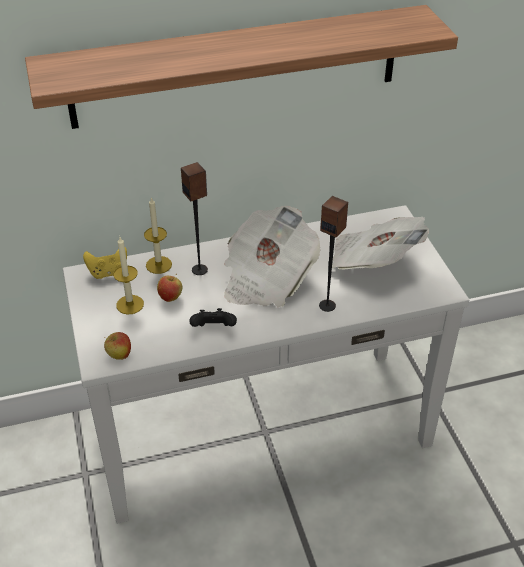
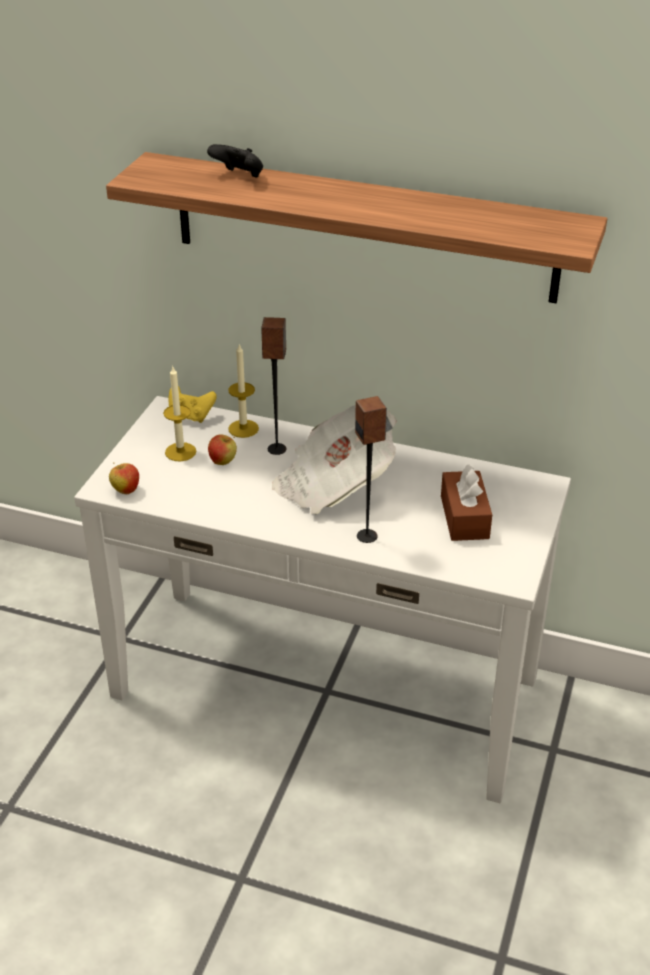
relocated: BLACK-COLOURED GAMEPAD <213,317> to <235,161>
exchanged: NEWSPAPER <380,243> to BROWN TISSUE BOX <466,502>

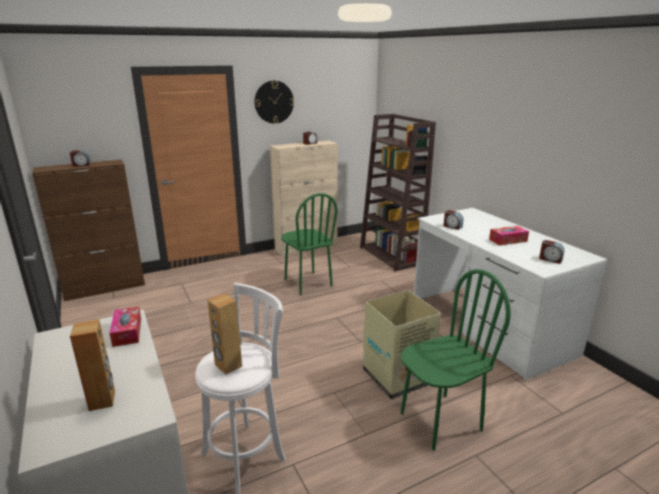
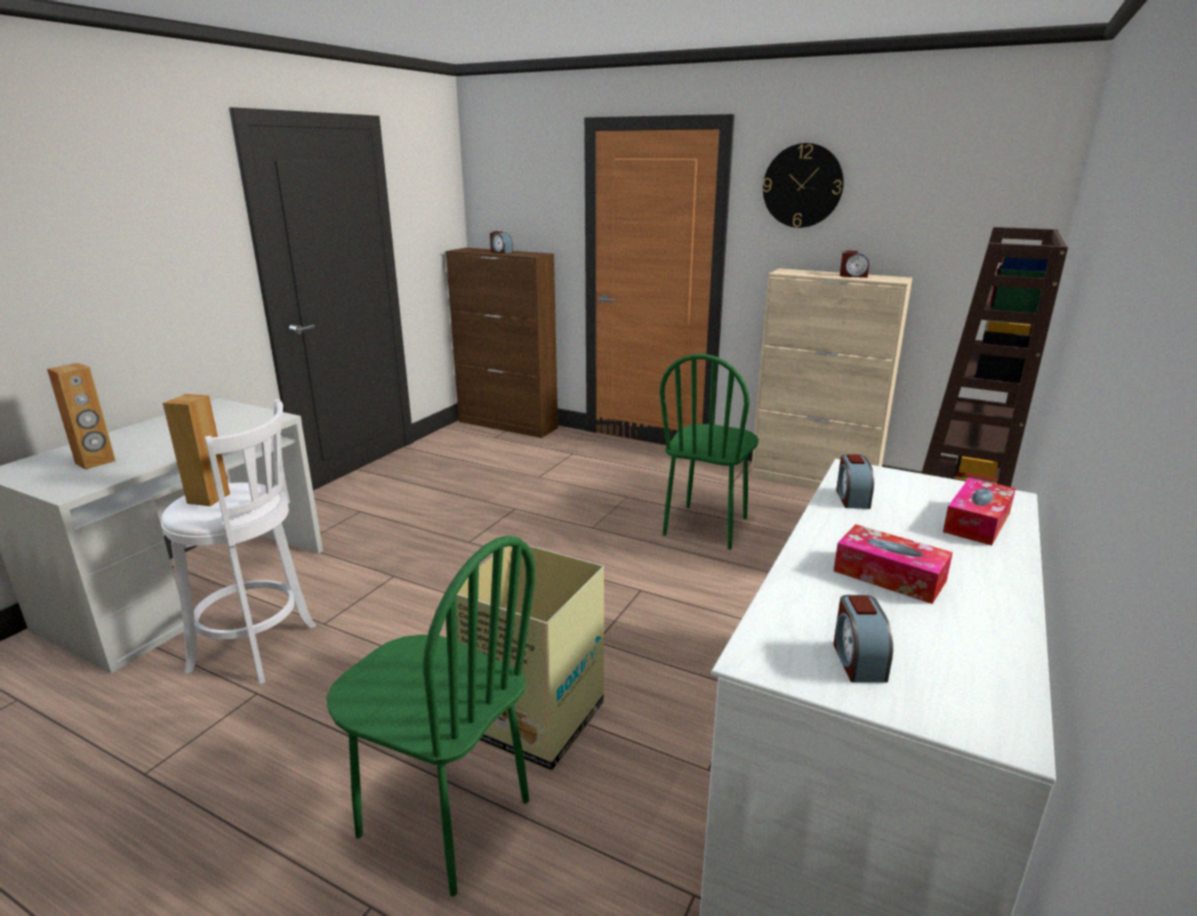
relocated: TISSUE BOX <125,327> to <979,512>

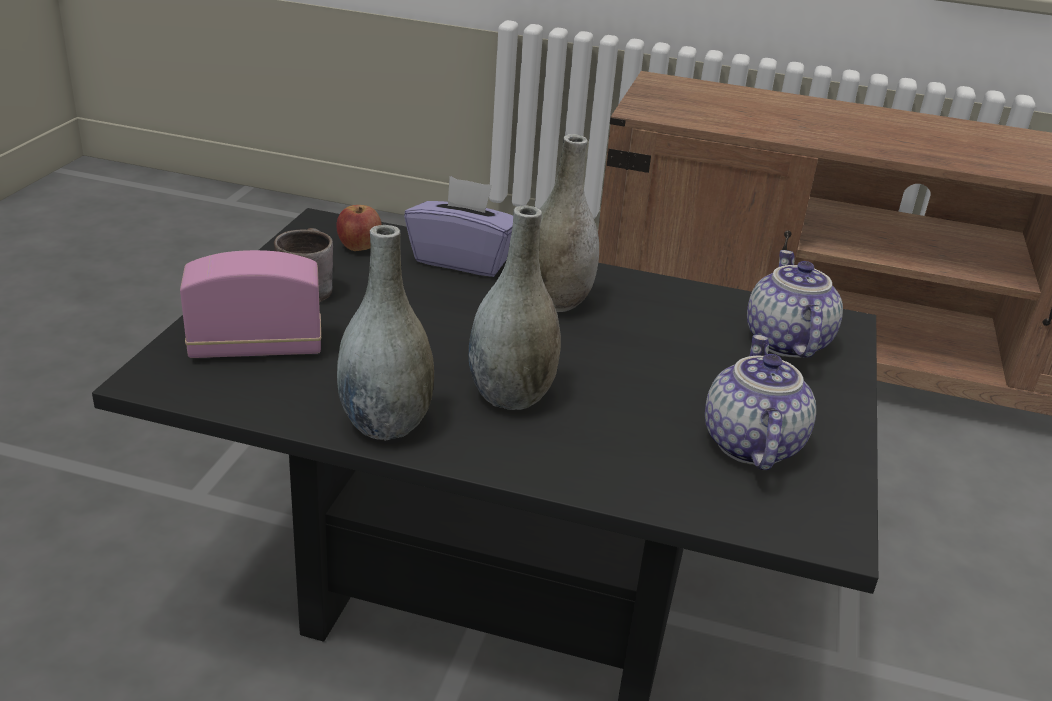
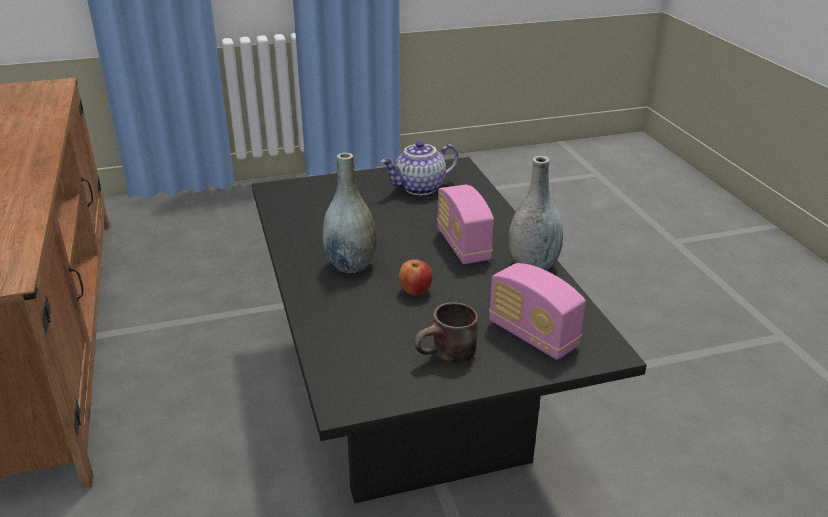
missing: PURPLE-COLOURED TISSUE BOX <458,226>; POT FOR TEA <795,304>
relocated: APPLE FRUIT <359,228> to <415,277>
exchanged: GREYISH DECORATIVE VASE <515,307> to RADIO <465,224>

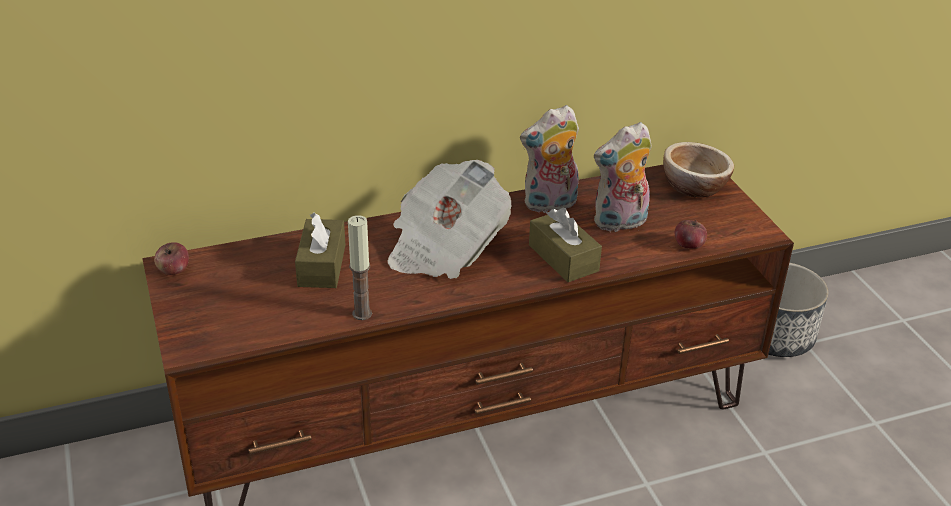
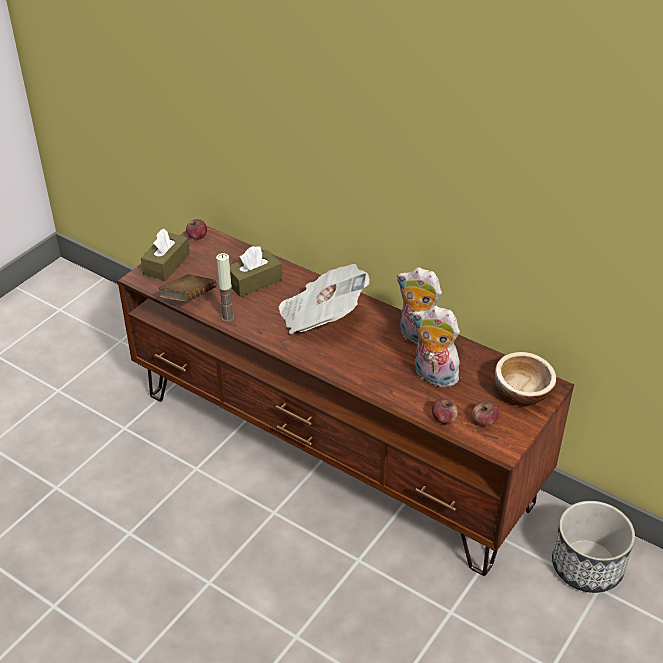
appeared: BROWN VOLUME <187,287>; APPLE FRUIT <485,413>
relocated: BROWN TISSUE BOX <565,245> to <165,255>

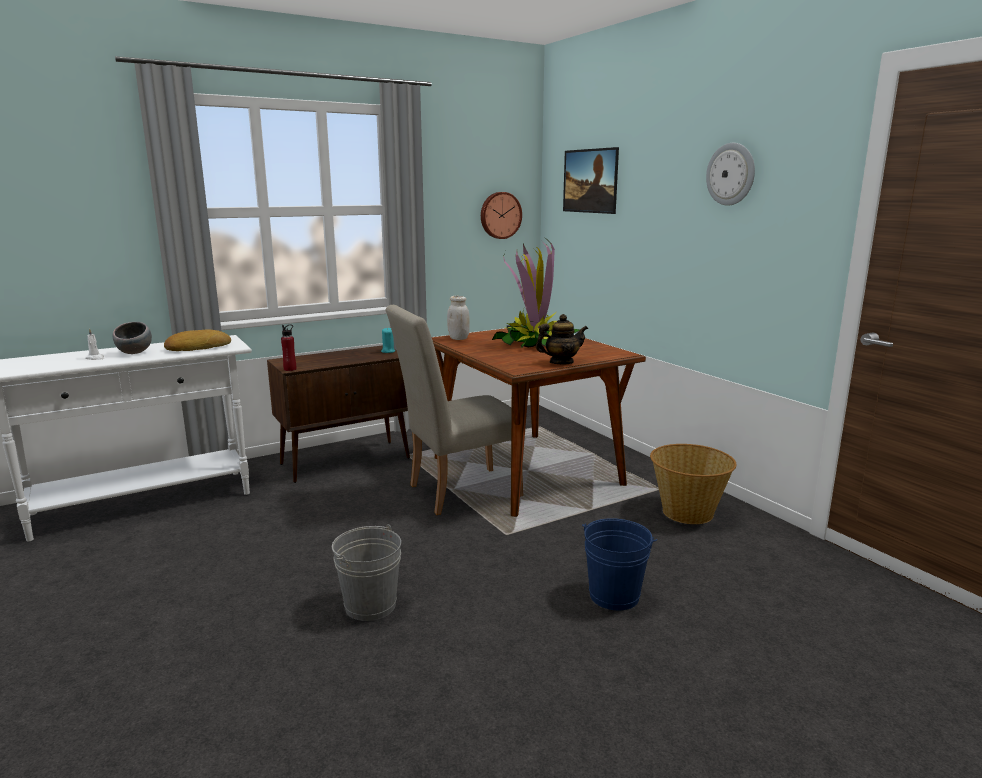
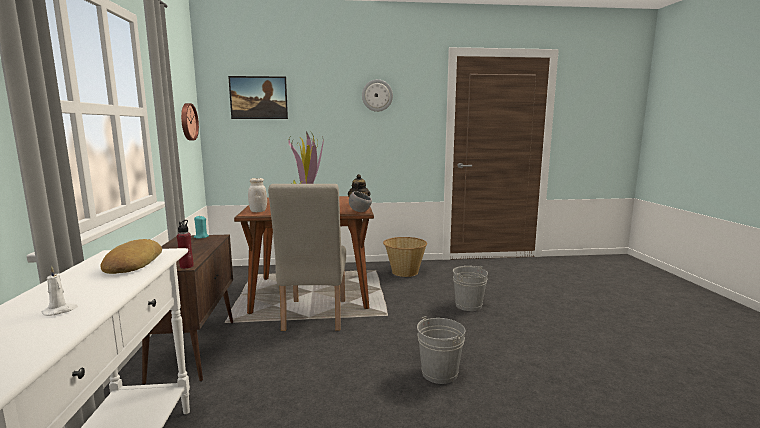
relocated: GREYISH BOWL <132,338> to <360,201>
colour: BLUISH PAIL <619,564> to GREYISH PAIL <470,288>

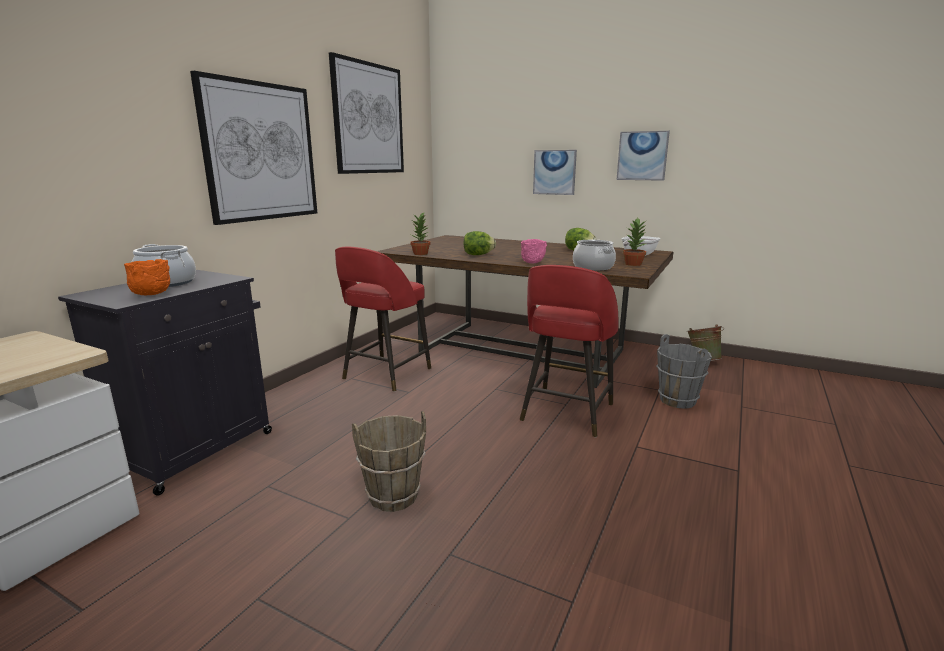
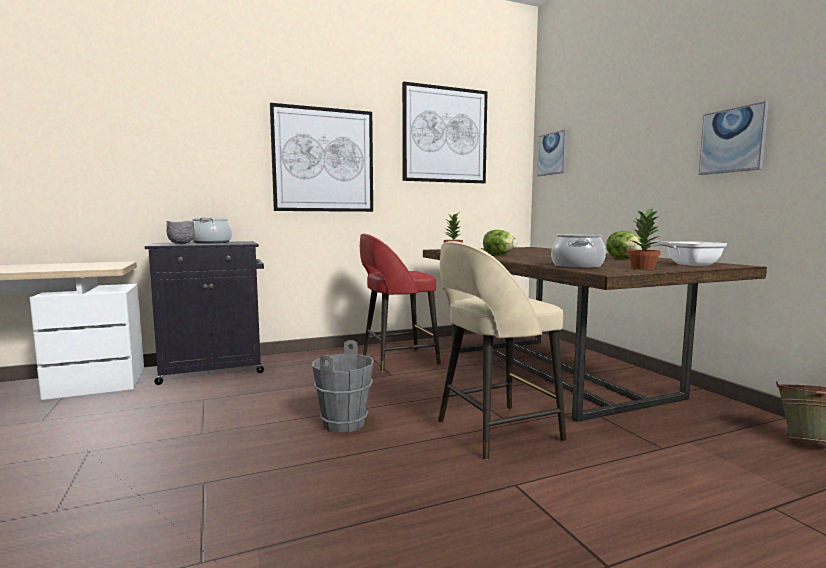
missing: BROWN PAIL <389,461>; PINK-COLOURED BOWL <534,251>
relocated: PICTURE <555,172> to <552,152>; GREYISH PAIL <684,371> to <343,386>
colour: ORANGE-COLOURED BOWL <147,277> to GREYISH BOWL <180,232>; RED STOOL SEAT <569,351> to SAND-COLOURED STOOL SEAT <502,350>

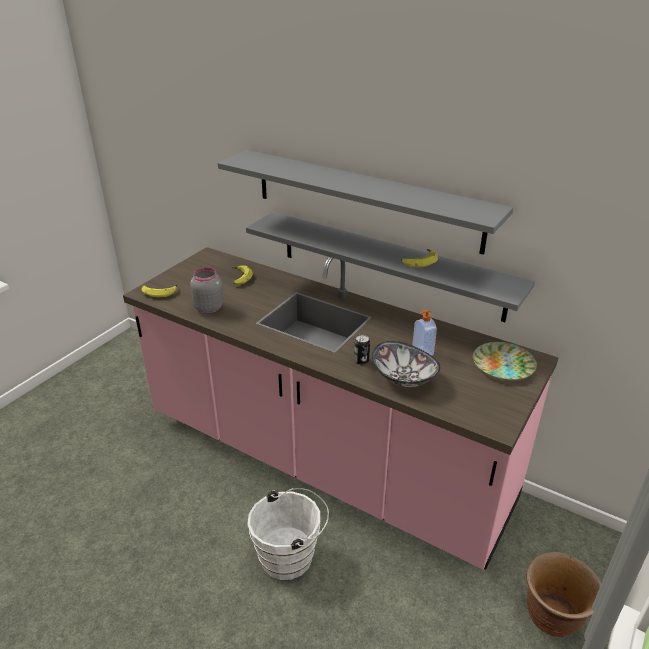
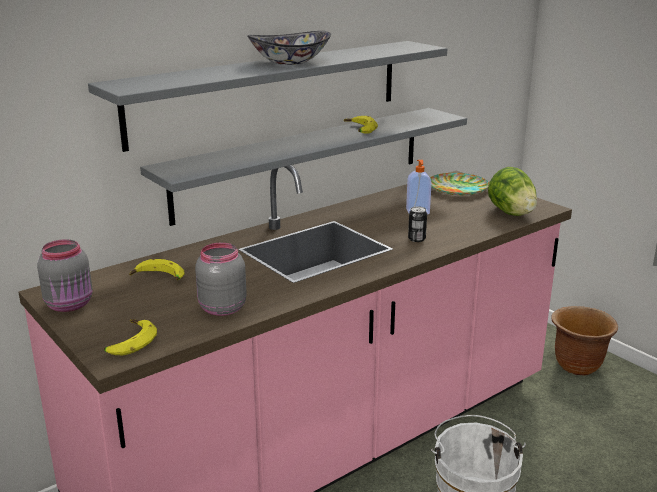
appeared: GREYISH PRESERVE JAR <65,275>; HEAD OF LETTUCE <512,191>
relocated: BOWL <406,364> to <289,48>

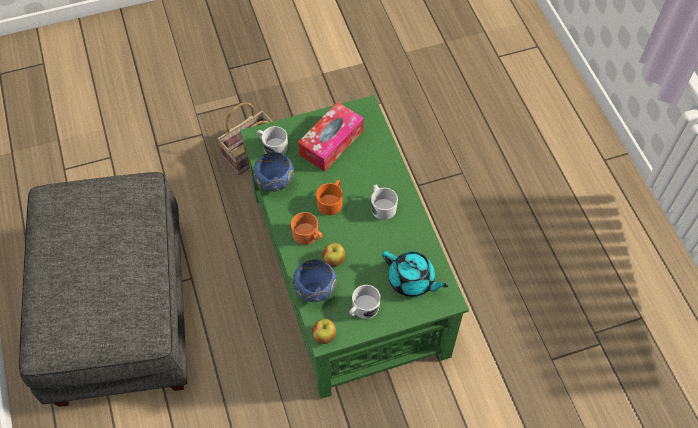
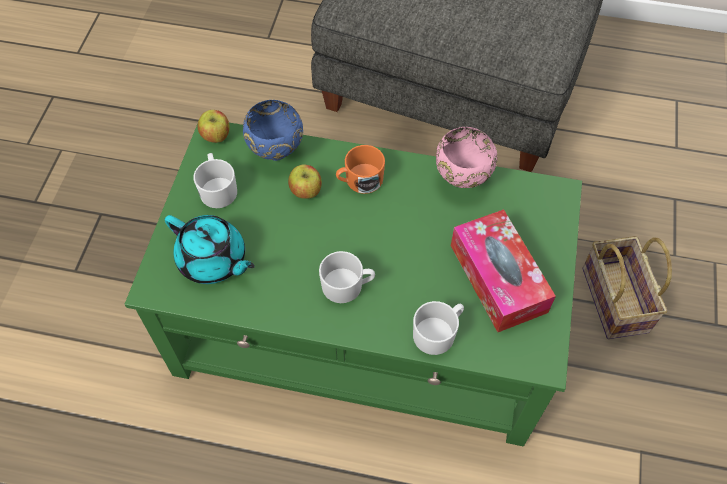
missing: ORANGE-COLOURED COFFEE MUG <329,197>
relocated: WHITE-COLOURED COFFEE MUG <272,140> to <438,328>
colour: BLUISH BOWL <273,172> to PINK-COLOURED BOWL <467,157>
spun: TURQUOISE-COLOURED POT FOR TEA <415,274> = <210,249> 120 degrees counterclockwise

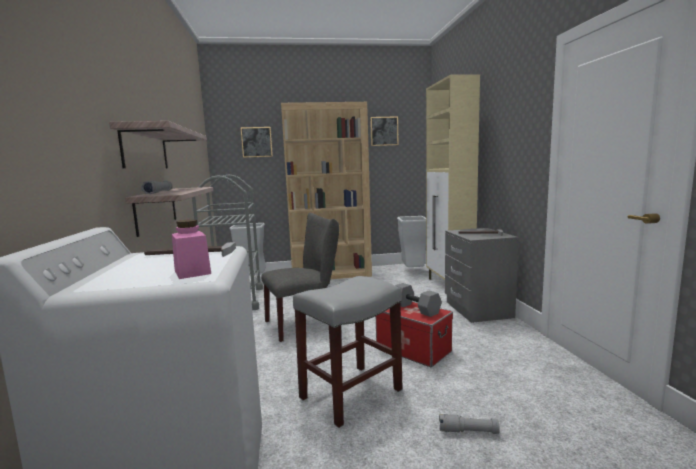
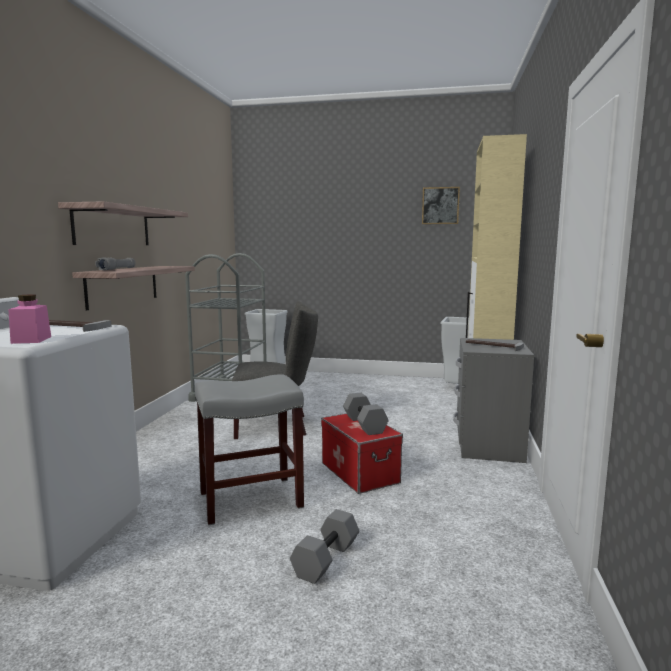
missing: PICTURE <256,142>; BROWN BOOKSHELF <326,190>
exchanged: GREYISH HAND TORCH <469,424> to GREYISH FREE WEIGHT <324,546>

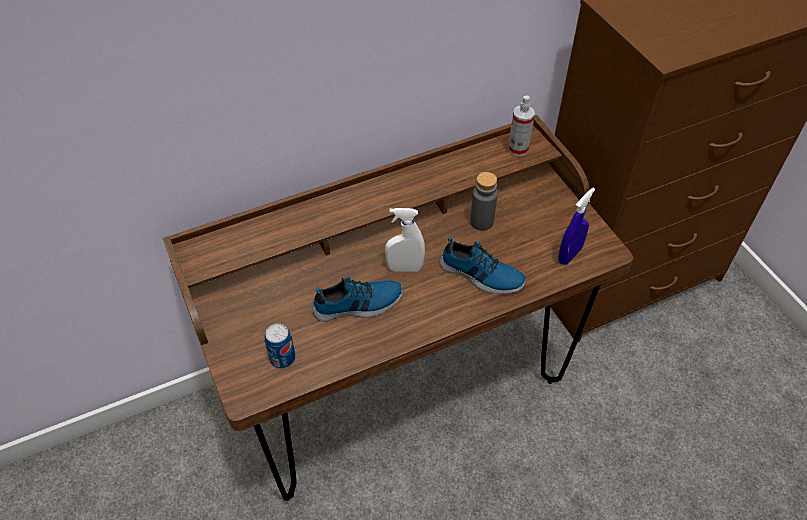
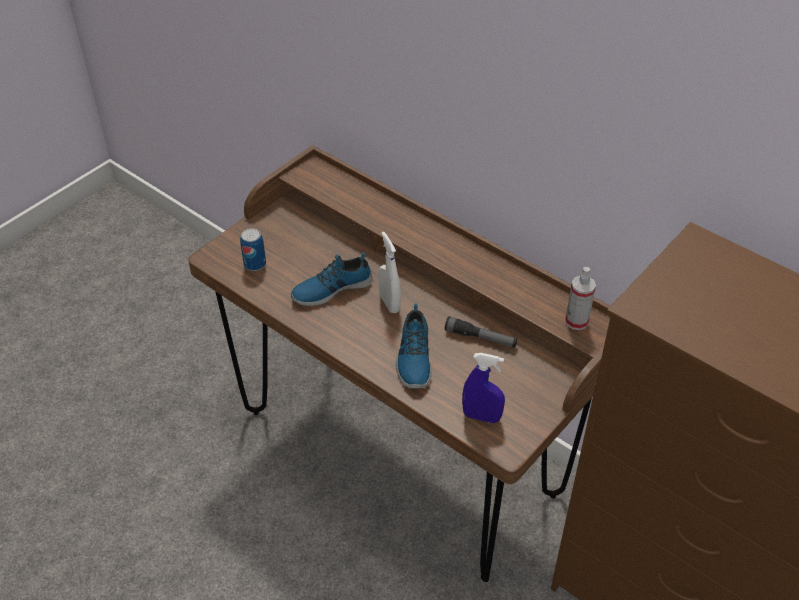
exchanged: GREYISH BEVERAGE BOTTLE <484,201> to HAND TORCH <481,332>
spun: SHOE <357,299> = <332,279> 105 degrees clockwise

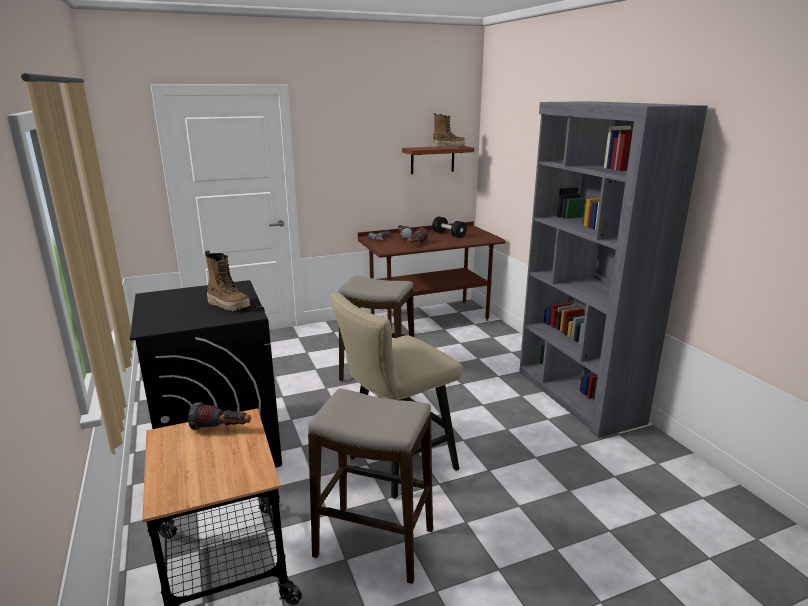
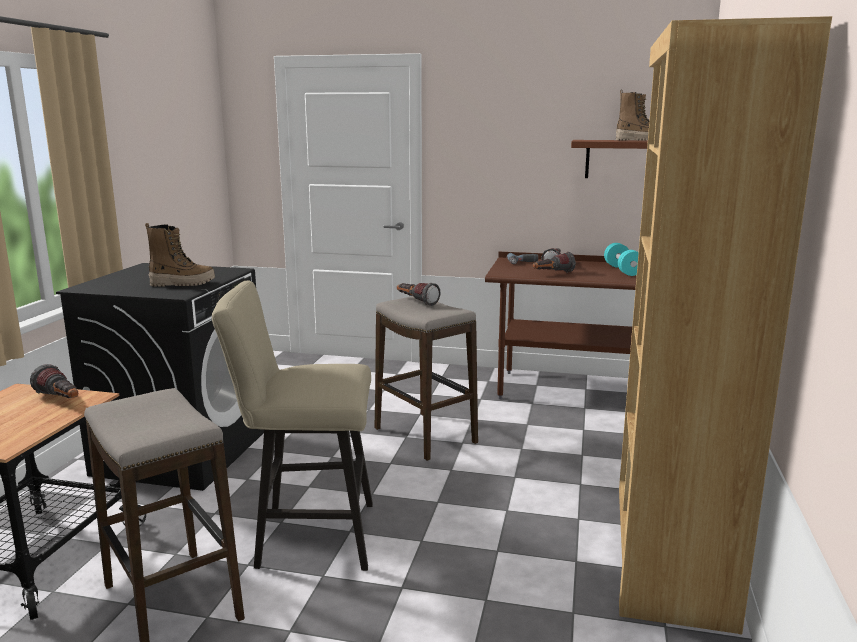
appeared: HAND TORCH <419,294>
colour: BLACK-COLOURED FREE WEIGHT <449,227> to TURQUOISE-COLOURED FREE WEIGHT <621,259>; GREYISH BOOKSHELF <613,269> to BROWN BOOKSHELF <725,325>
spun: HIGH-TOP BOOT <227,280> = <180,255> 75 degrees counterclockwise

